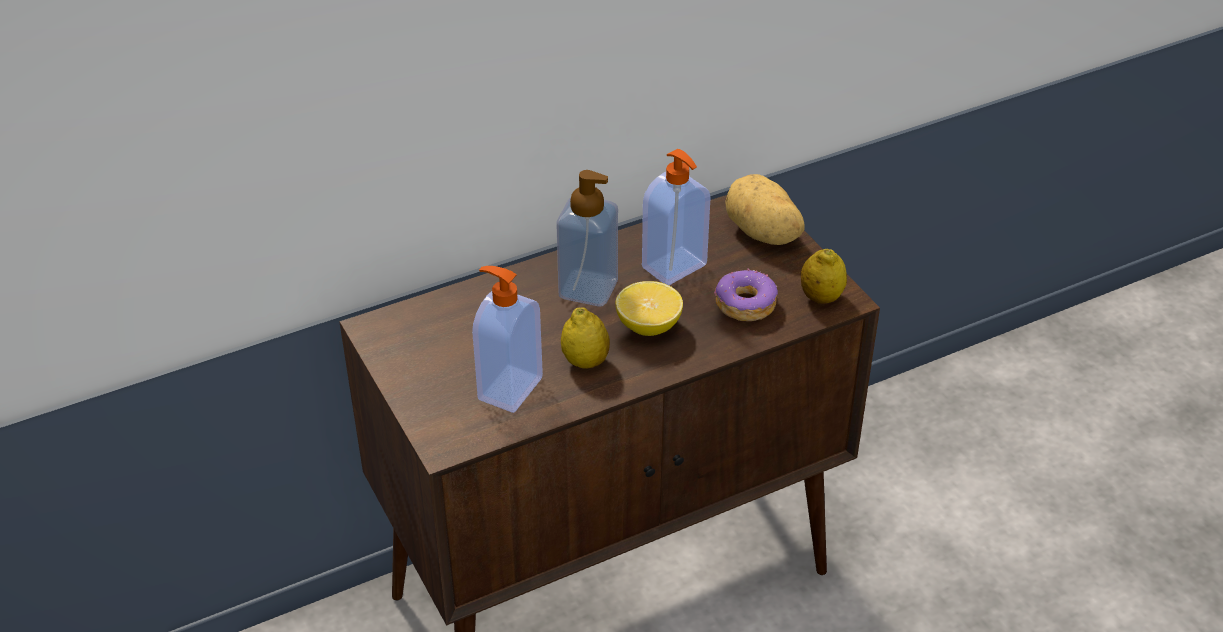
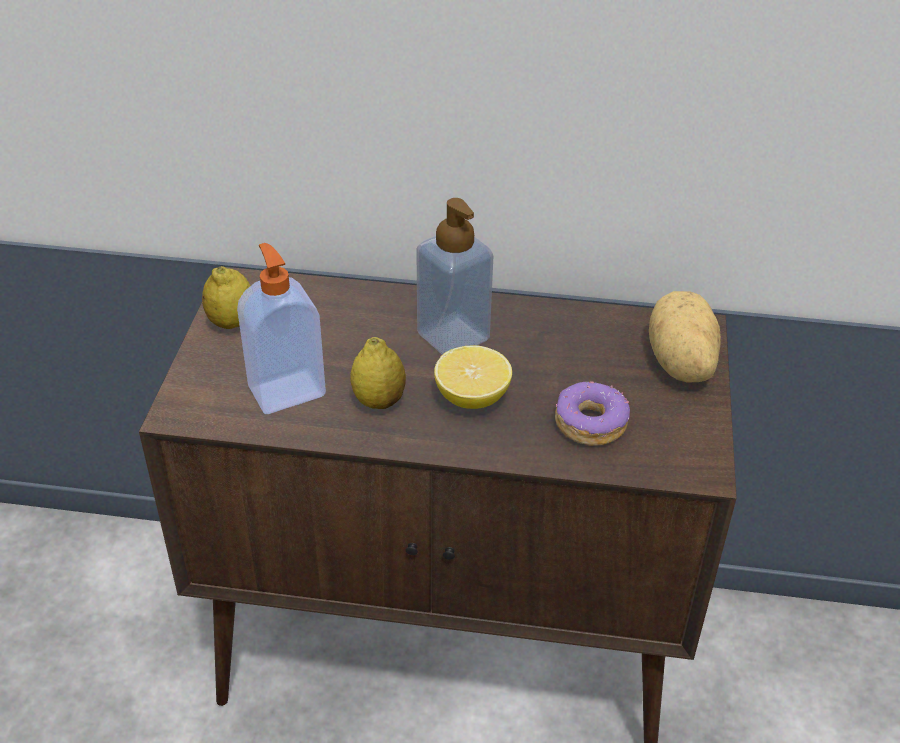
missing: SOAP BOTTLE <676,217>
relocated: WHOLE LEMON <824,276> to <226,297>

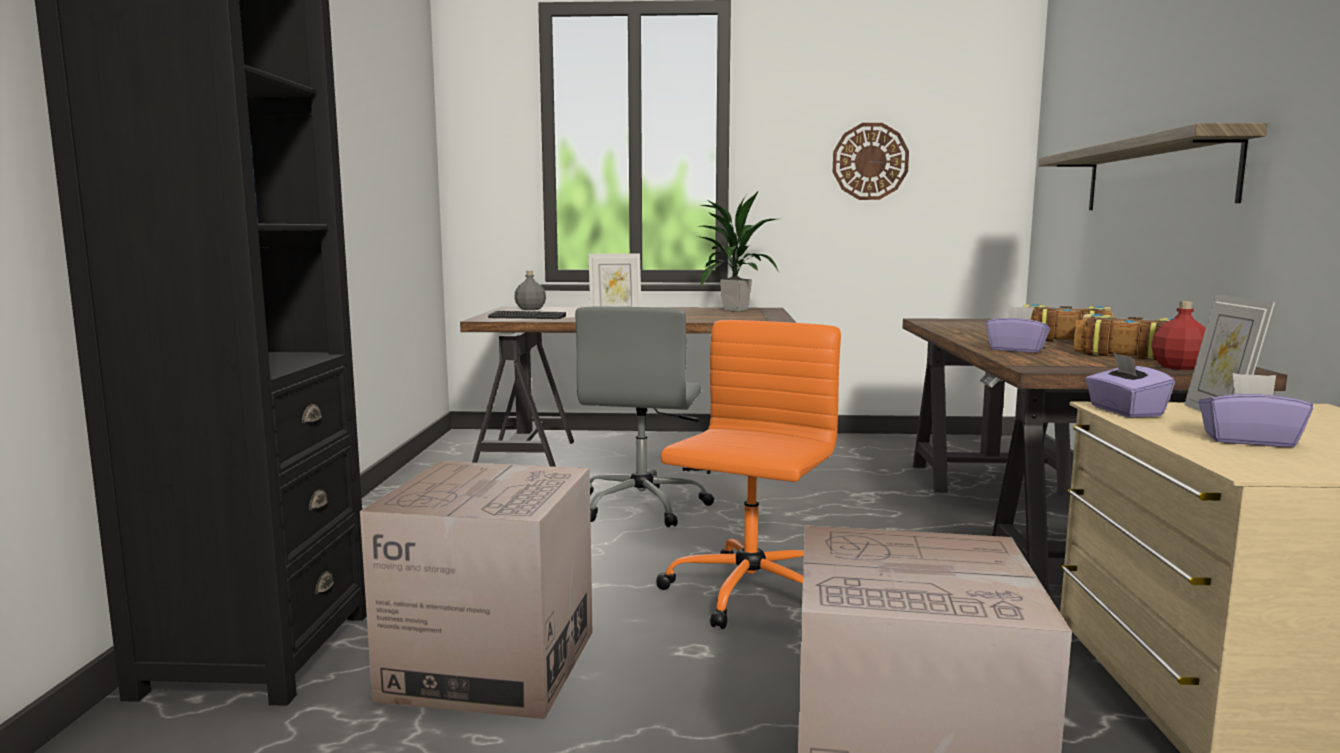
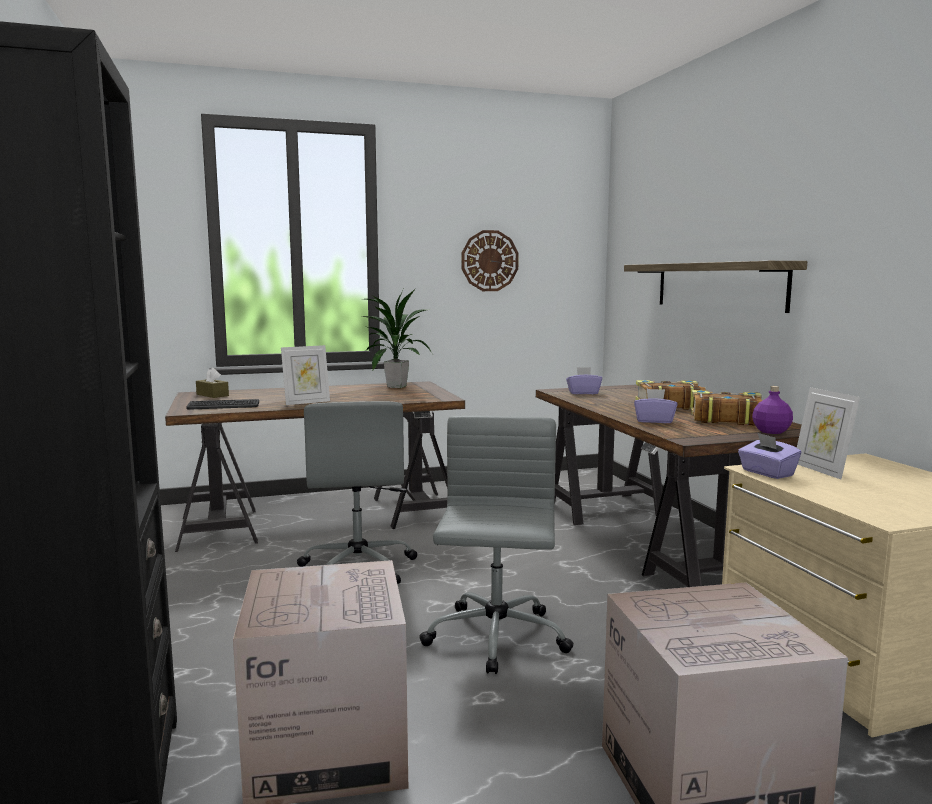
relocated: PURPLE-COLOURED TISSUE BOX <1255,410> to <584,380>
exchanged: GREYISH BEVERAGE BOTTLE <530,290> to BROWN TISSUE BOX <212,383>
colour: ORANGE-COLOURED OFFICE CHAIR <748,474> to GREYISH OFFICE CHAIR <496,544>; RED BEVERAGE BOTTLE <1178,335> to PURPLE-COLOURED BEVERAGE BOTTLE <772,410>

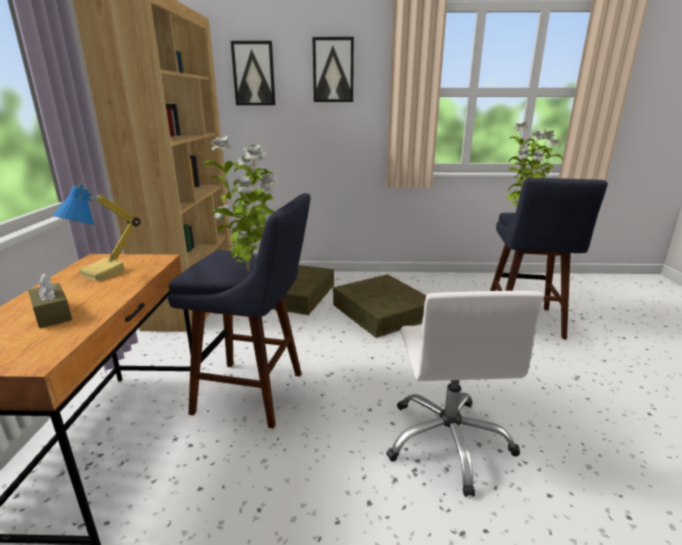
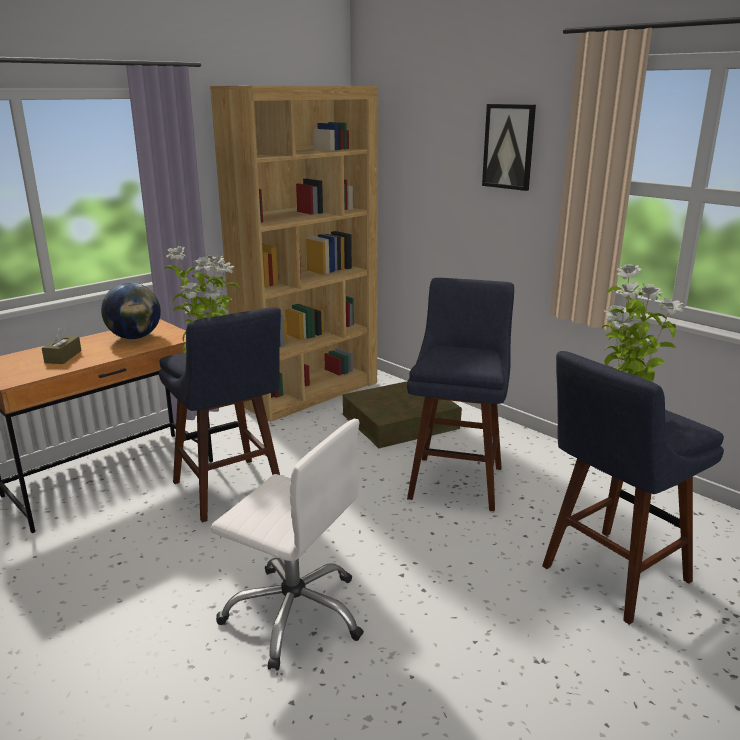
missing: PICTURE <253,73>
exchanged: TABLE LAMP <96,232> to DESK GLOBE <131,311>; BROWN STORAGE BIN <379,306> to BLUISH STOOL SEAT <460,394>
spun: WHITE-COLOURED OFFICE CHAIR <465,394> = <287,544> 105 degrees counterclockwise

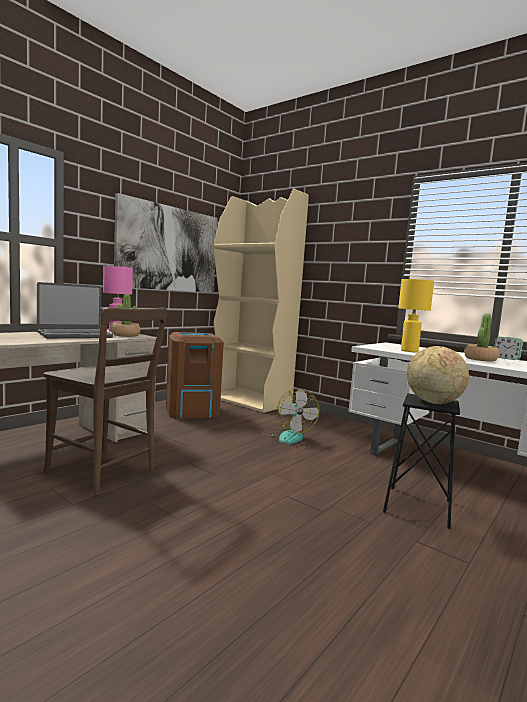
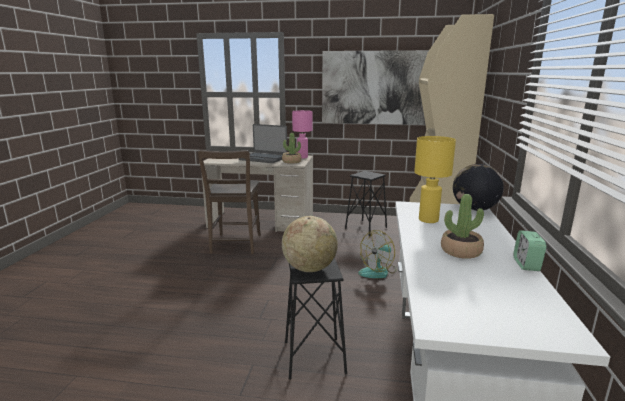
appeared: DESK GLOBE <478,187>
exchanged: BROWN RUBBISH BIN <195,375> to BLACK-COLOURED STOOL SEAT <366,203>

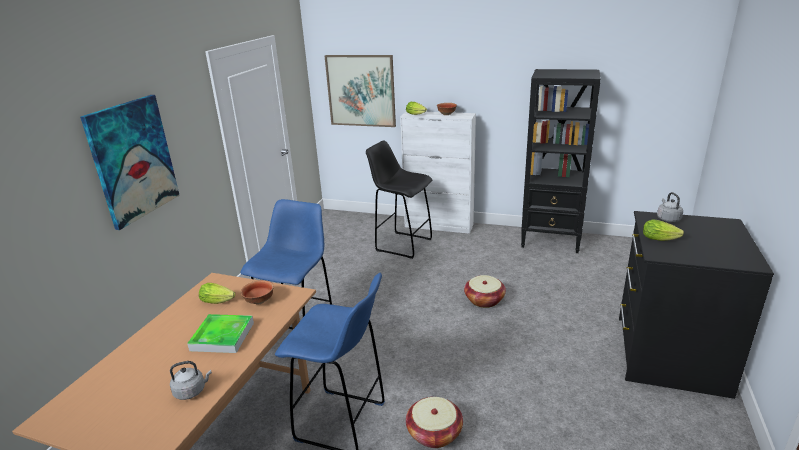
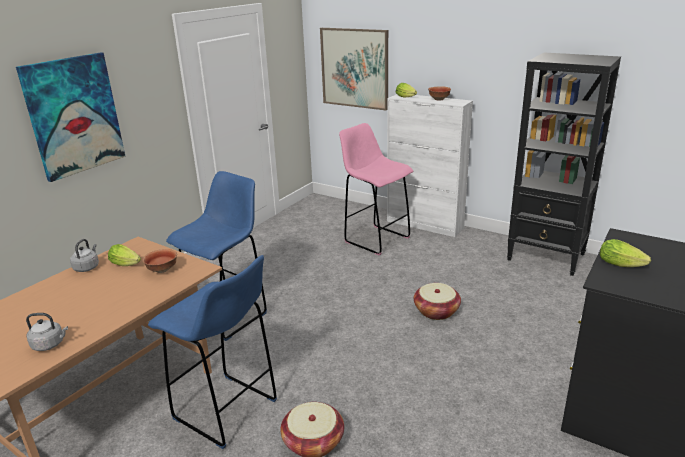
missing: SERVING TRAY <220,333>
relocated: GREYISH KETTLE <670,207> to <84,255>
colour: BLACK-COLOURED STOOL SEAT <399,199> to PINK-COLOURED STOOL SEAT <376,189>

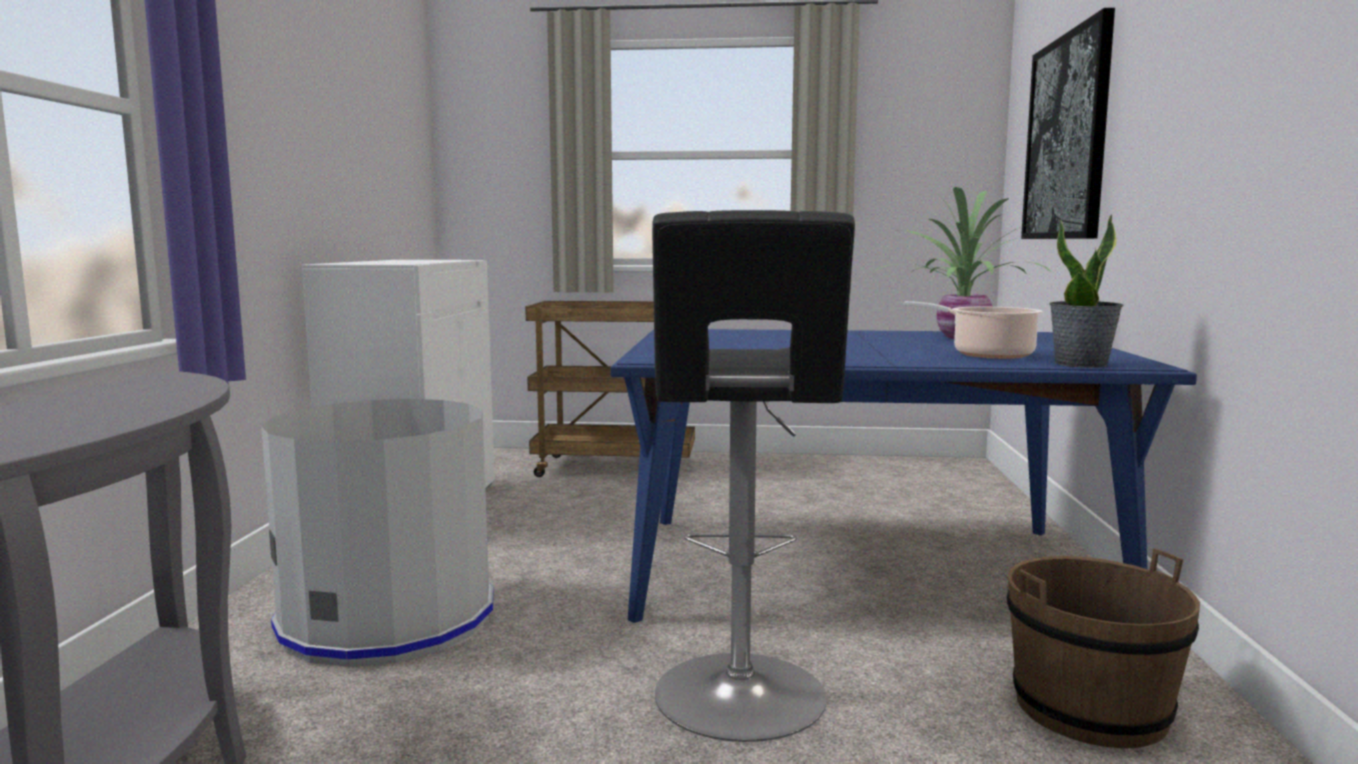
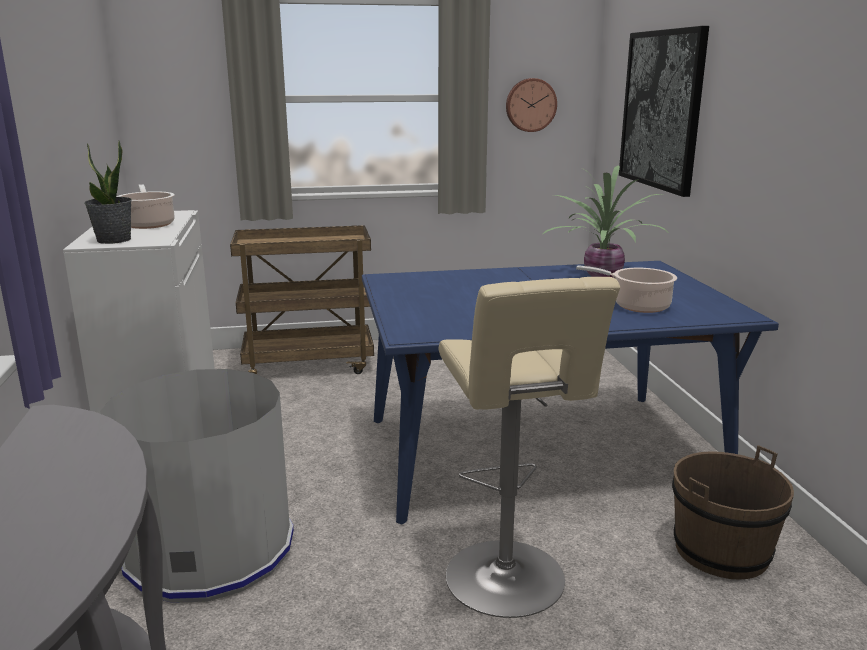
appeared: SAUCEPOT <146,206>; WALL CLOCK <531,105>
relocated: PLANT IN A POT <1086,291> to <108,192>
colour: BLACK-COLOURED STOOL SEAT <753,476> to SAND-COLOURED STOOL SEAT <529,447>

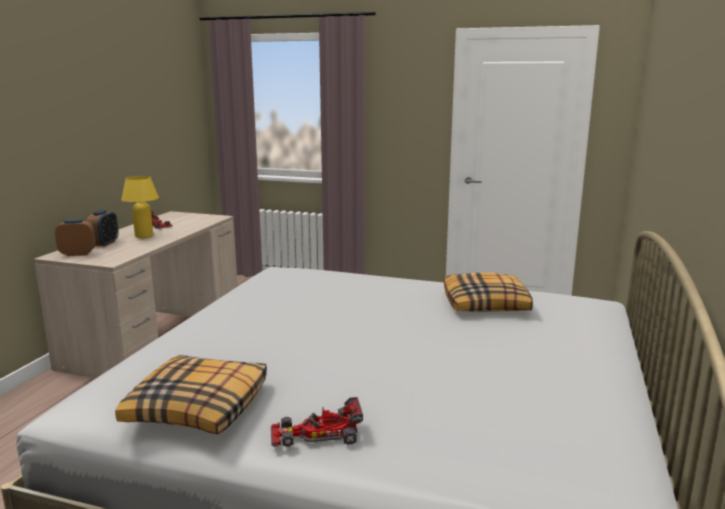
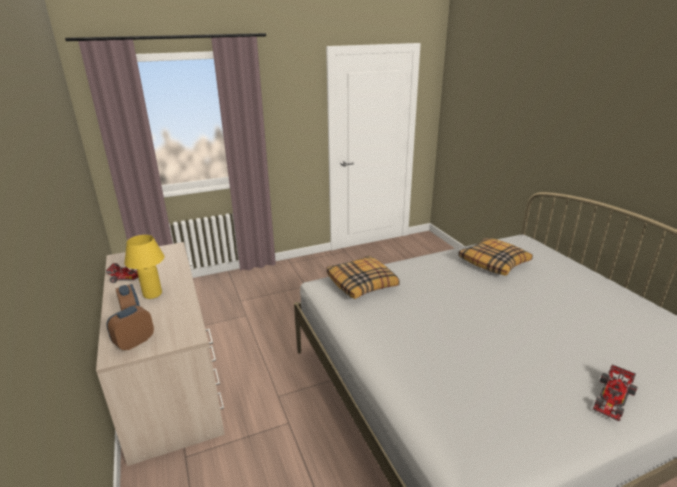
relocated: CUSHION <191,394> to <363,277>

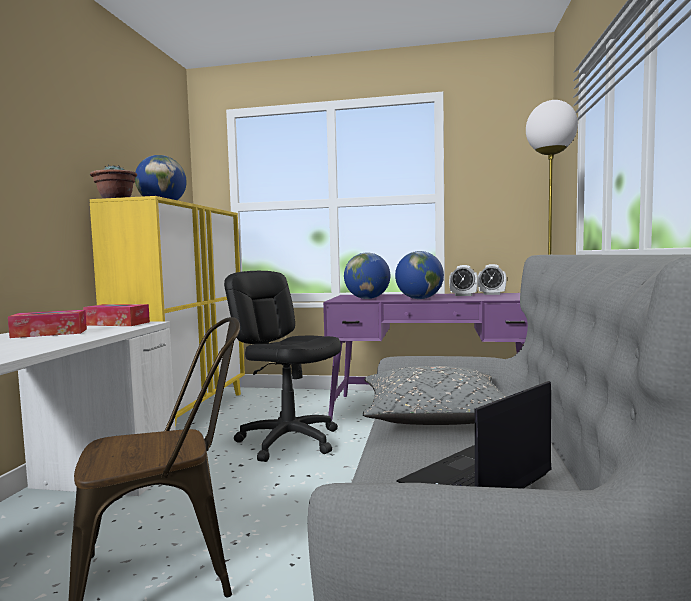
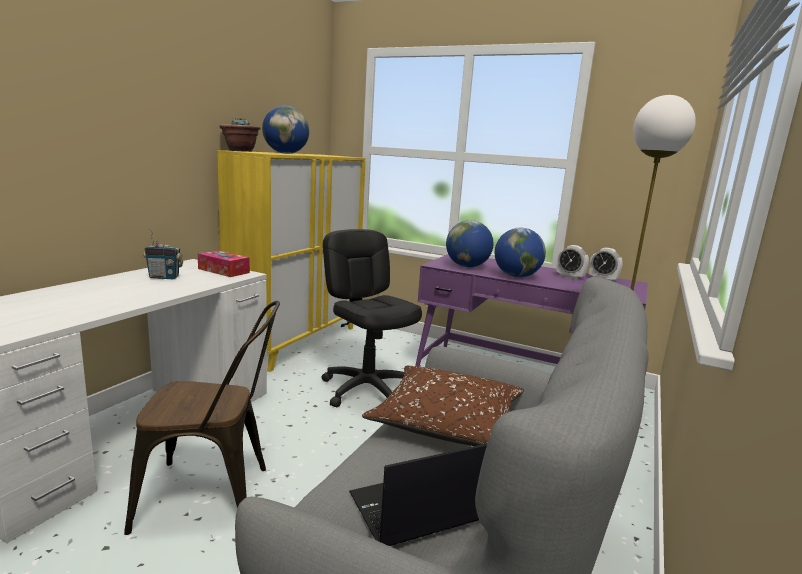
exchanged: TISSUE BOX <47,324> to RADIO <163,254>
colour: GREYISH CUSHION <435,395> to BROWN CUSHION <443,406>

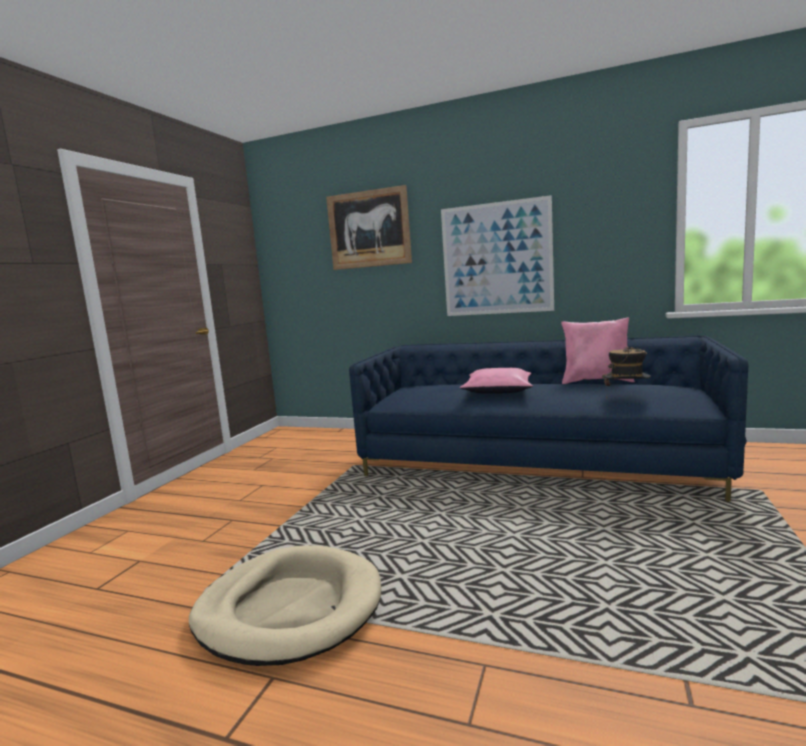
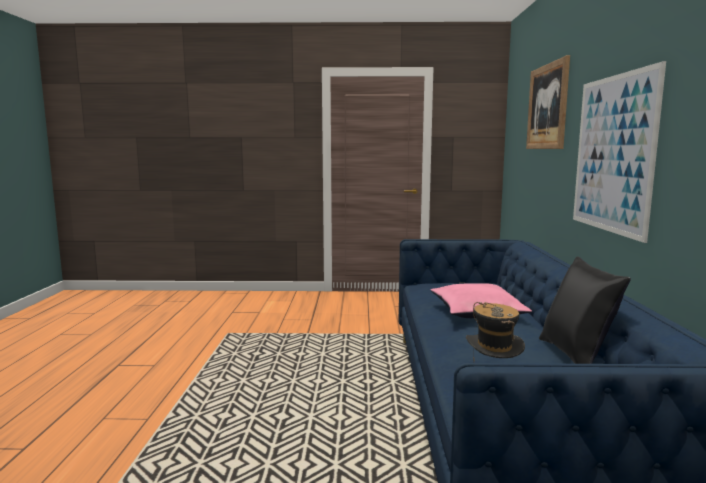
missing: SAND-COLOURED PET BED <285,606>
colour: PINK-COLOURED CUSHION <598,350> to BLACK-COLOURED CUSHION <585,310>

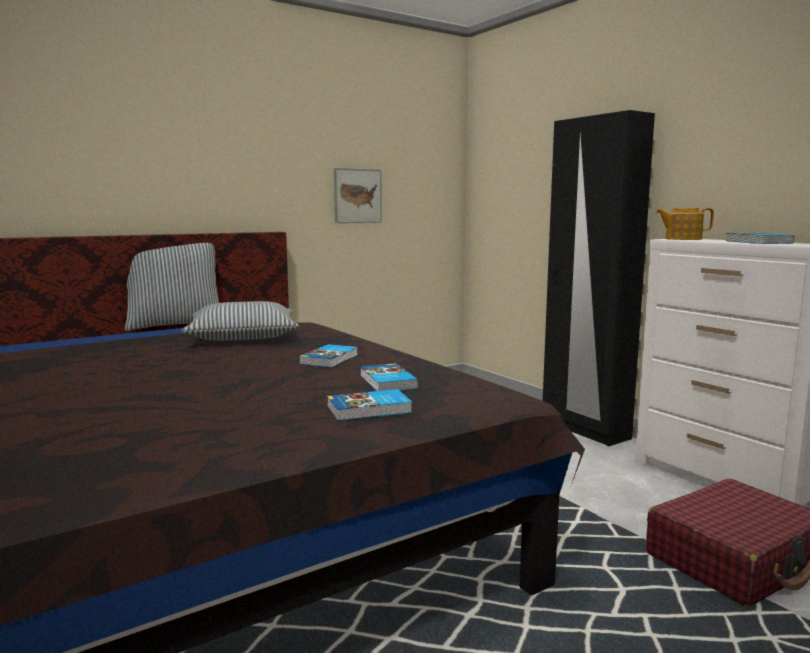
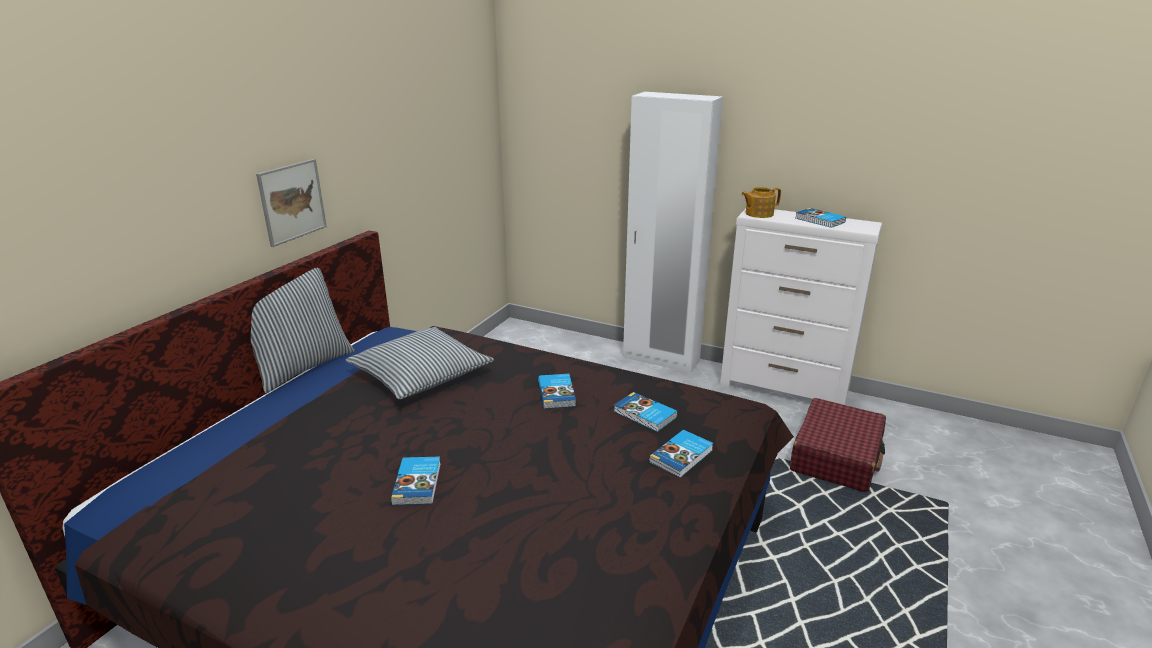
appeared: VOLUME <415,481>
relocated: PICTURE <358,195> to <291,203>
colour: BLACK-COLOURED CLOTHES CUPBOARD <599,278> to WHITE-COLOURED CLOTHES CUPBOARD <673,232>

